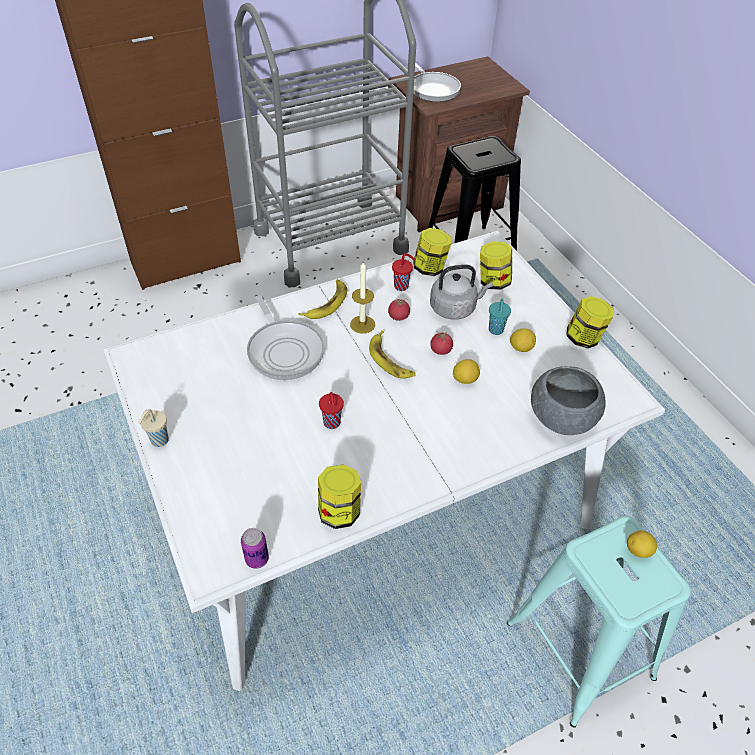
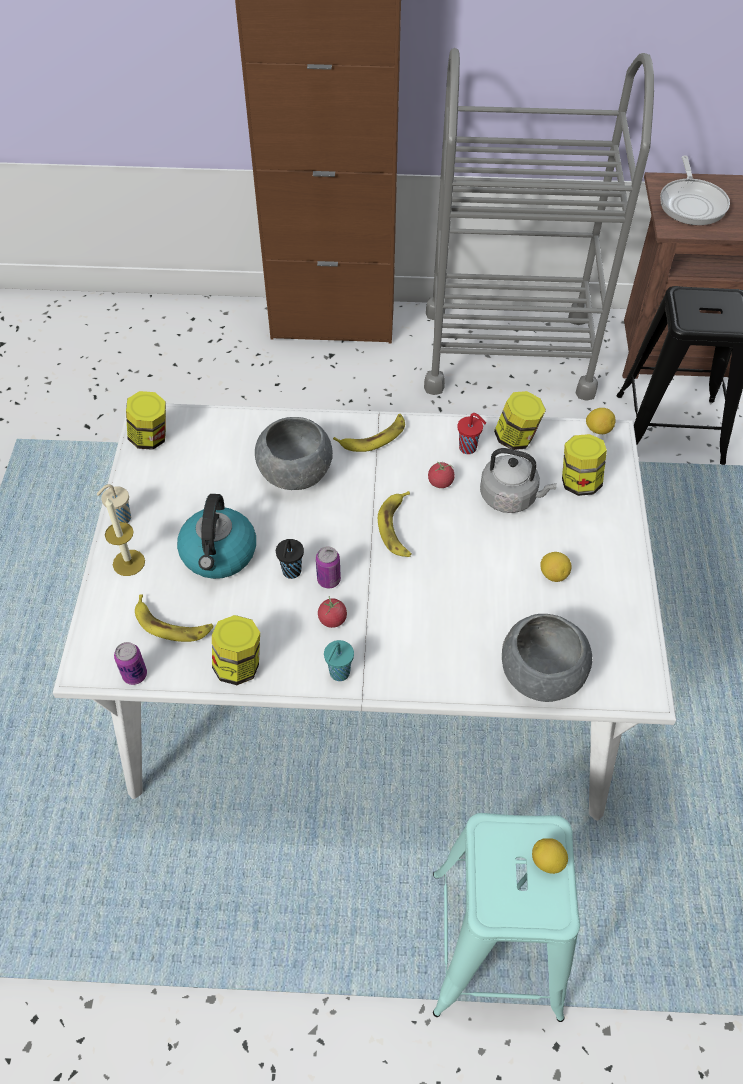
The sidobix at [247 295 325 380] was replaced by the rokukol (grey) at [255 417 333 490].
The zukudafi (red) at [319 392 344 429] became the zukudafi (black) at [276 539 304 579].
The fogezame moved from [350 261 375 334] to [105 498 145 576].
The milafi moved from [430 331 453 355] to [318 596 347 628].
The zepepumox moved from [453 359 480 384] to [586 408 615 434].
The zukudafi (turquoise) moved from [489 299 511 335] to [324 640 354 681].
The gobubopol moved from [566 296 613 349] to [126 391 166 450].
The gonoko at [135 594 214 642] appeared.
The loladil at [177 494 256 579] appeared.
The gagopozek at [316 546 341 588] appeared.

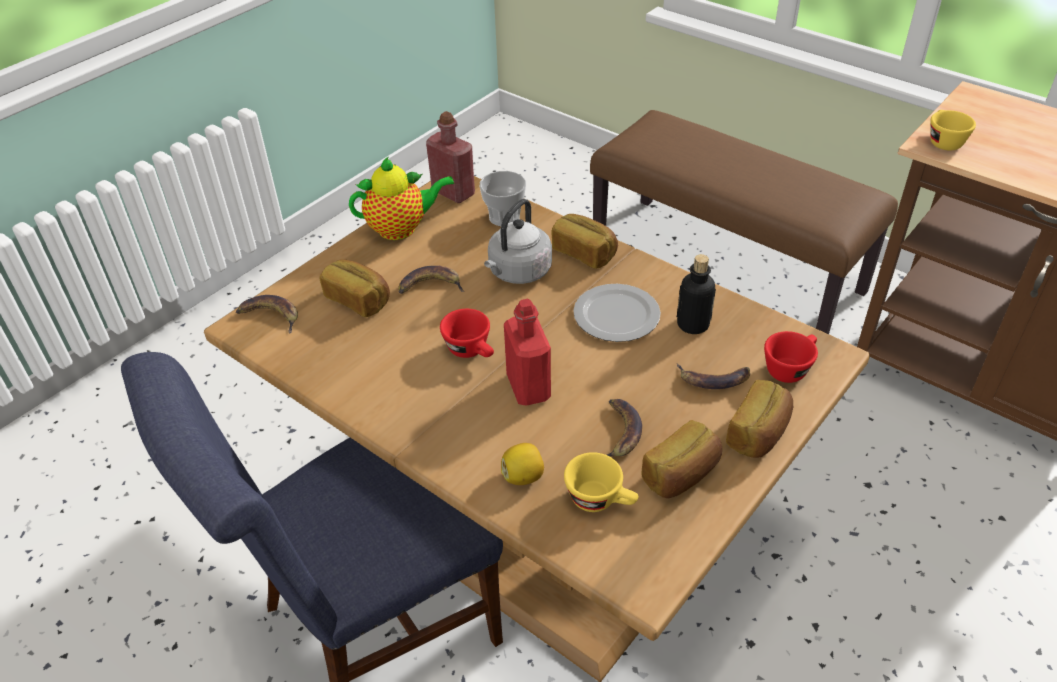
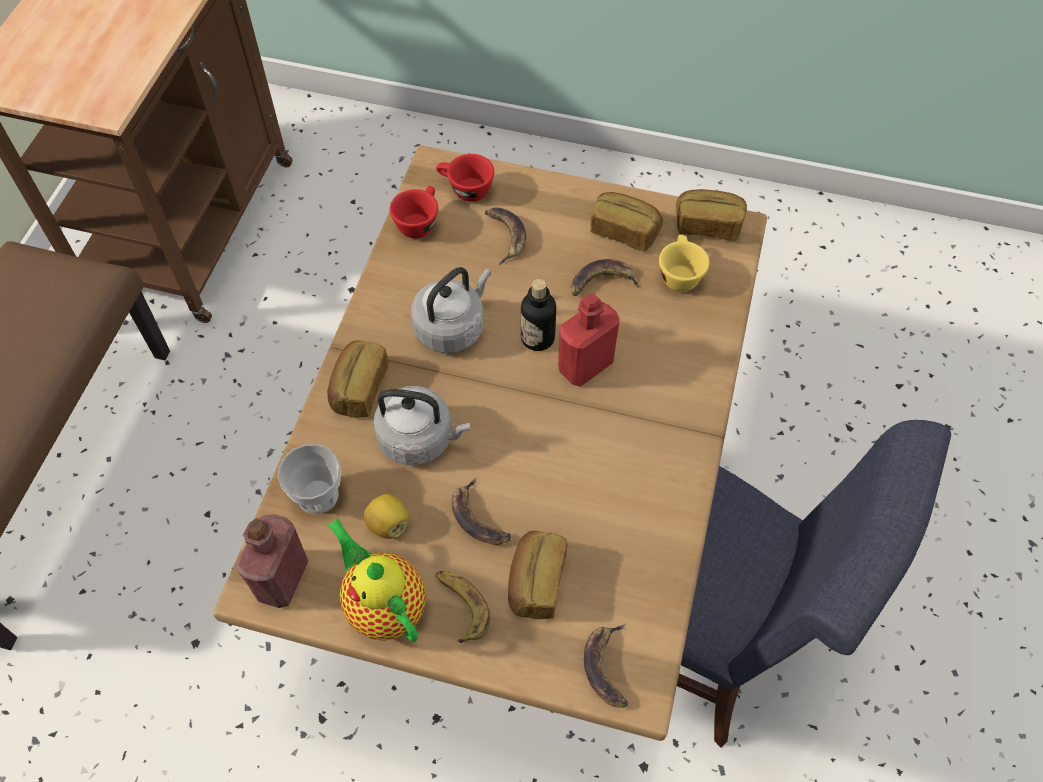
The zukudafi (red) moved from [440 309 494 358] to [390 186 438 238].
The zepepumox moved from [501 443 544 485] to [363 494 409 539].
The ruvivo at [573 284 661 342] was replaced by the loladil (grey) at [411 267 491 353].
The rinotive moved from [677 254 716 334] to [521 279 556 351].
The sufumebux moved from [726 380 793 458] to [676 189 747 241].
The zukudafi (yellow) at [930 110 976 151] disappeared.
The gonoko at [435 571 490 643] appeared.

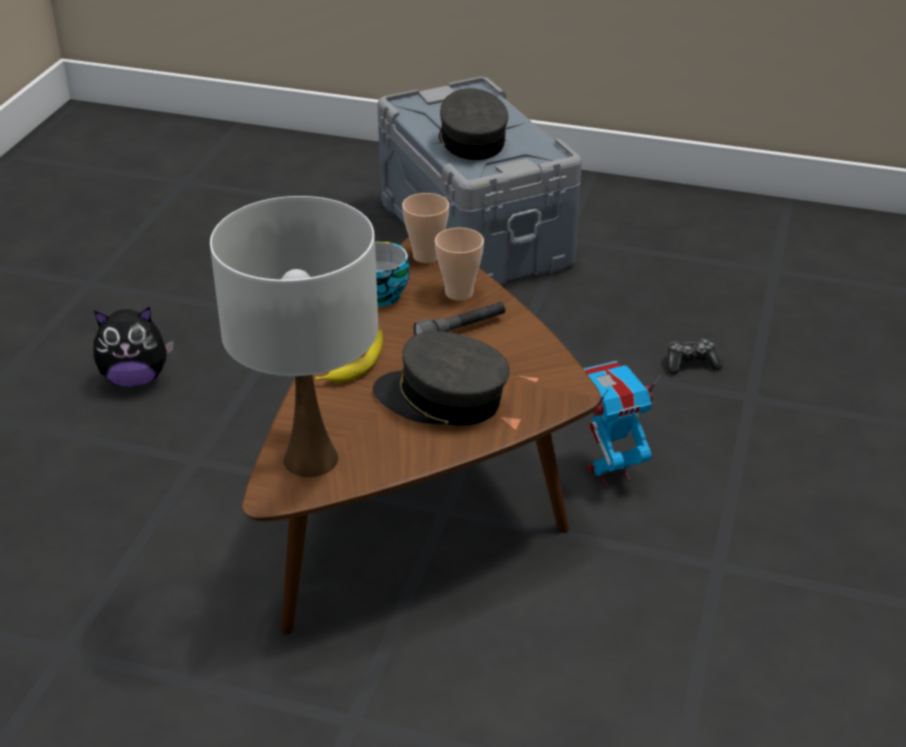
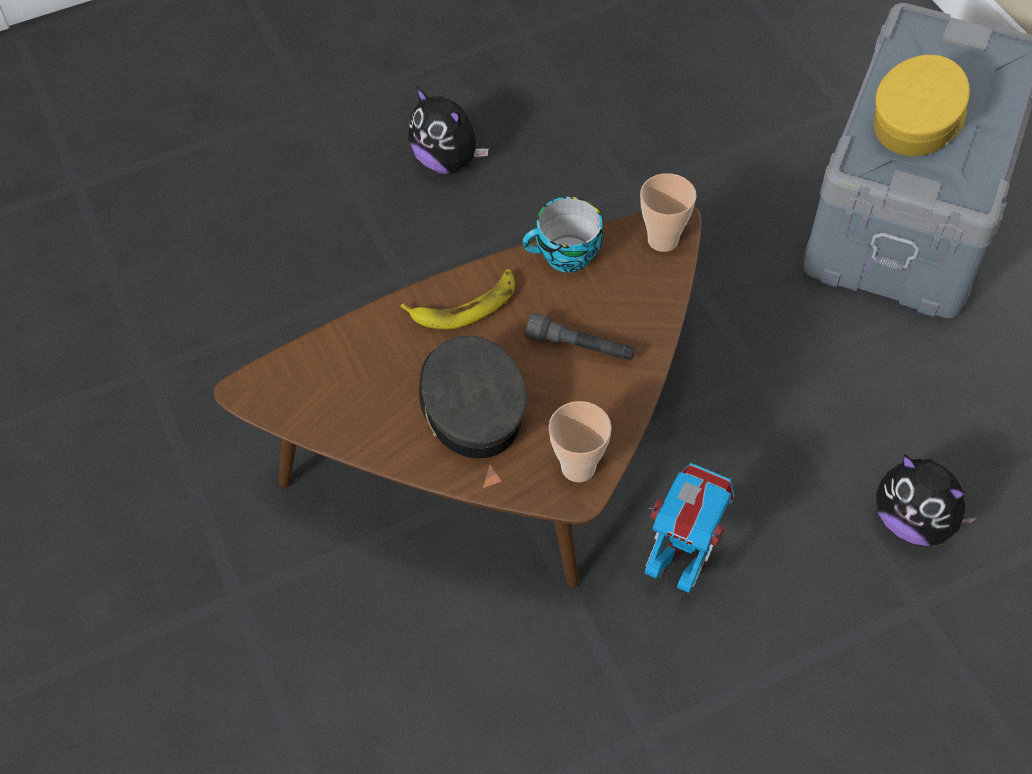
The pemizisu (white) at [210 196 378 477] disappeared.
The zukudafi moved from [435 227 484 301] to [549 401 612 482].
The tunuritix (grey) at [439 88 508 160] became the tunuritix (yellow) at [874 55 970 156].
The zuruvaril at [667 339 723 374] was replaced by the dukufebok at [876 455 978 546].

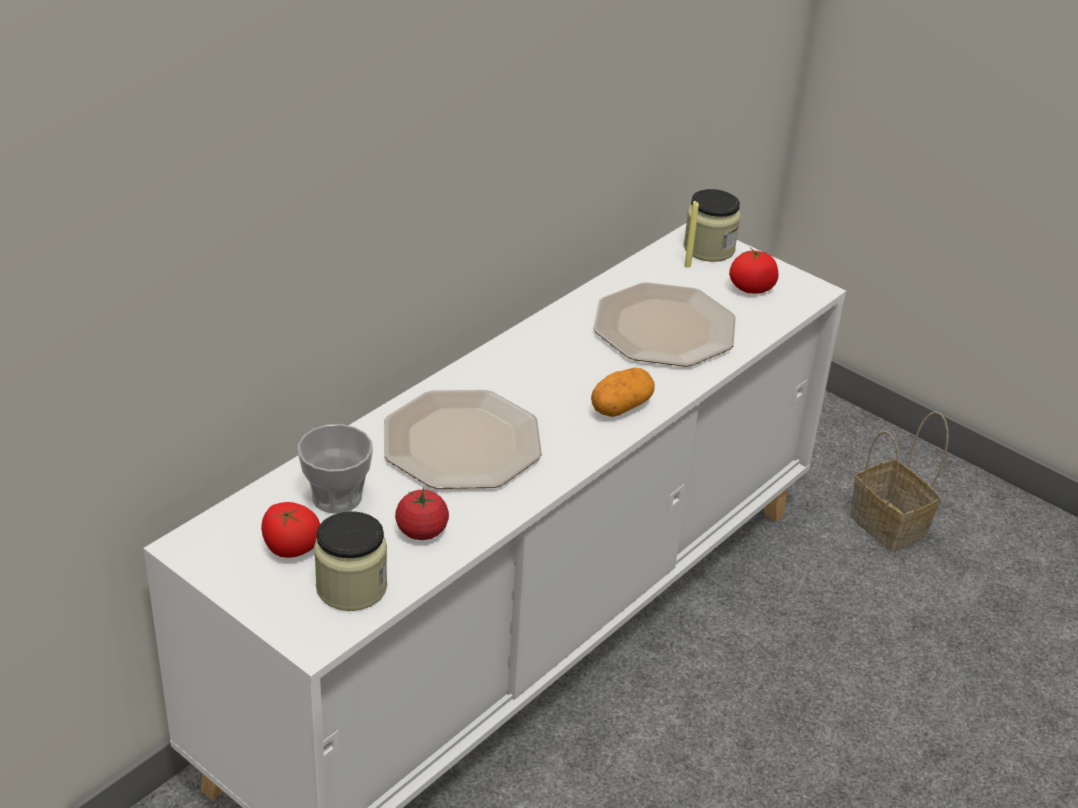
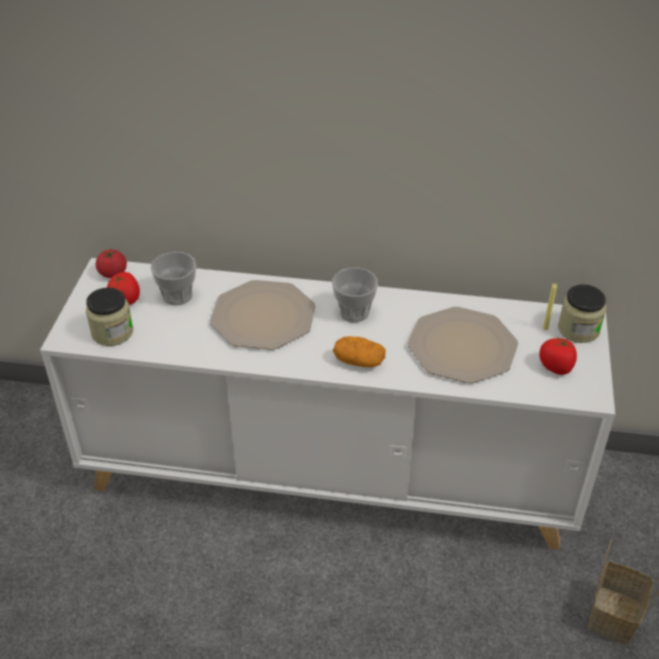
The milafi moved from [395 488 449 540] to [96 248 127 278].
The zukudafi at [332 268 378 322] appeared.

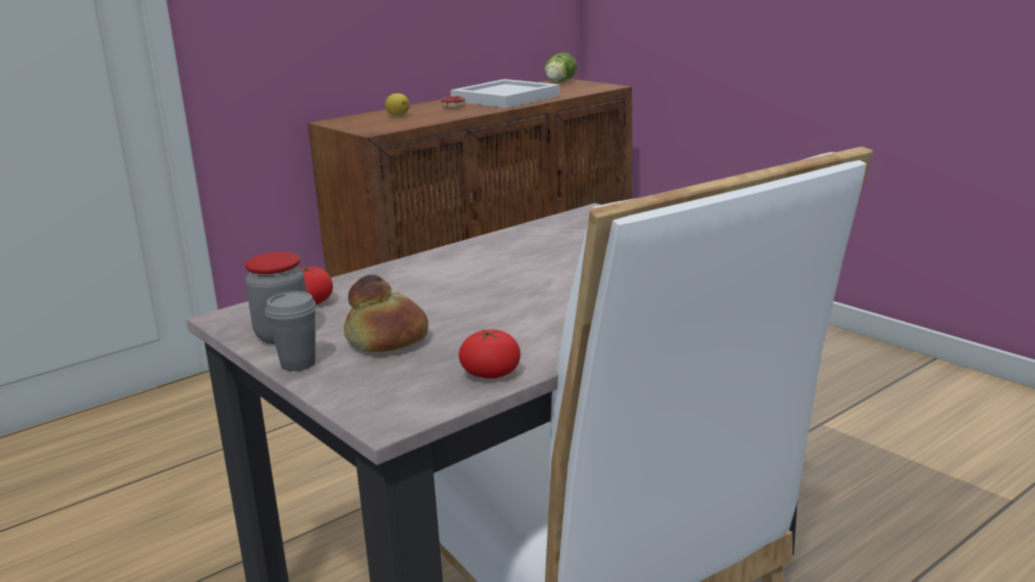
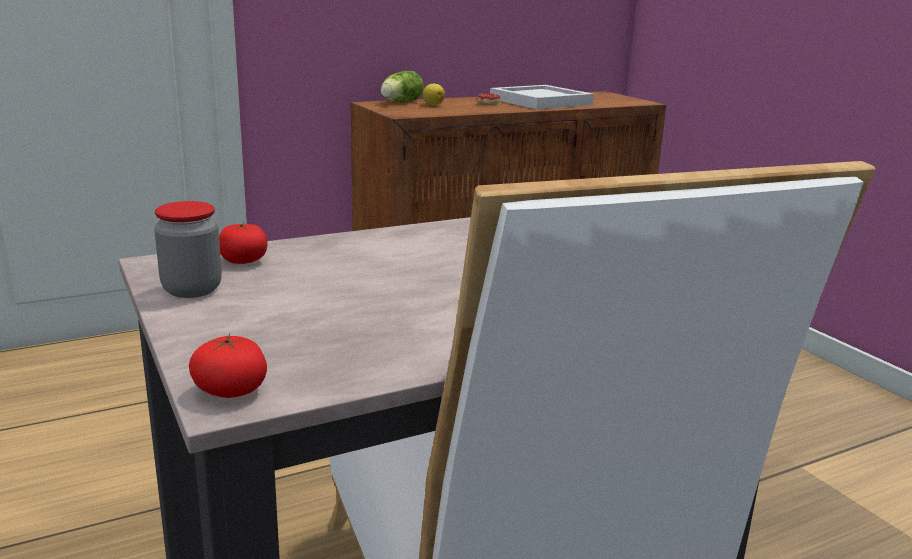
The zukudafi (grey) at [265 291 317 371] disappeared.
The sufumebux at [344 275 428 352] disappeared.
The milafi moved from [458 328 520 379] to [189 334 267 398].
The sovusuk moved from [544 53 577 83] to [380 71 424 102].

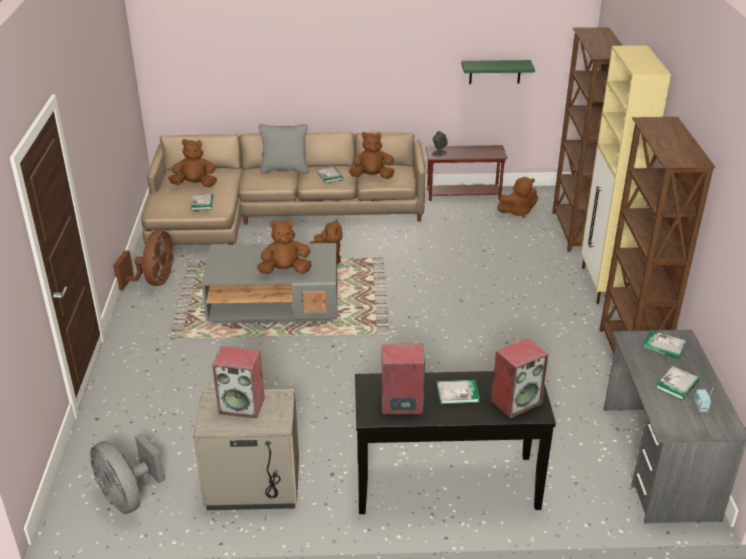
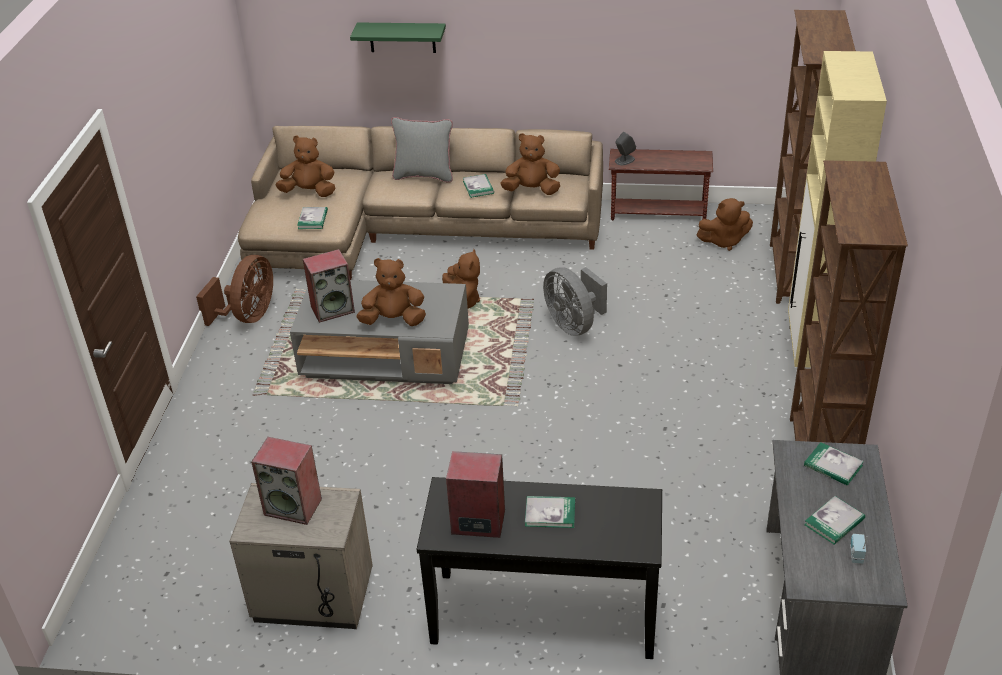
The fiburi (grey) moved from [90 433 165 514] to [543 267 607 336].
The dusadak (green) moved from [461 60 535 84] to [350 23 446 53].
The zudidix moved from [491 338 549 419] to [303 249 355 323].

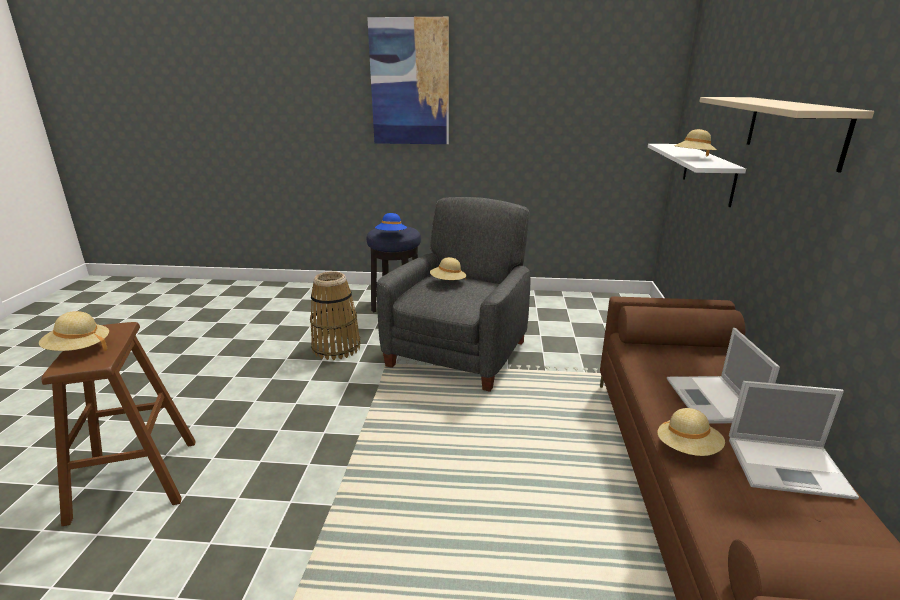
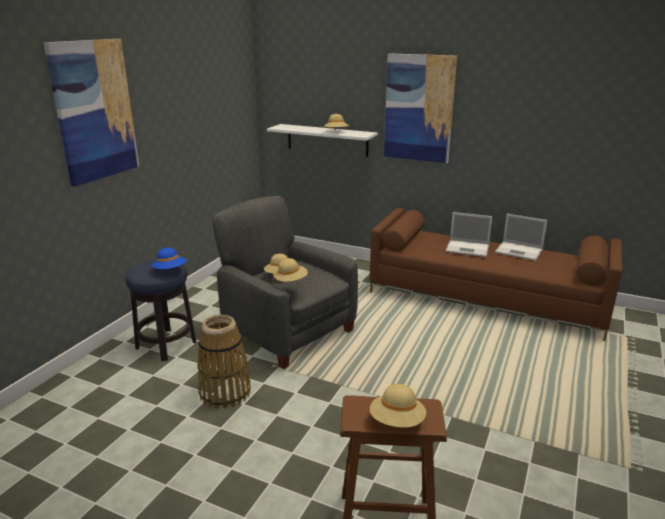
The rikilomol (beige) moved from [657 408 725 456] to [273 258 308 282].
The dusadak (beige) at [699 97 874 172] was replaced by the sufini at [384 53 457 163].
The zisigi at [729 381 859 500] turned 90 degrees clockwise.

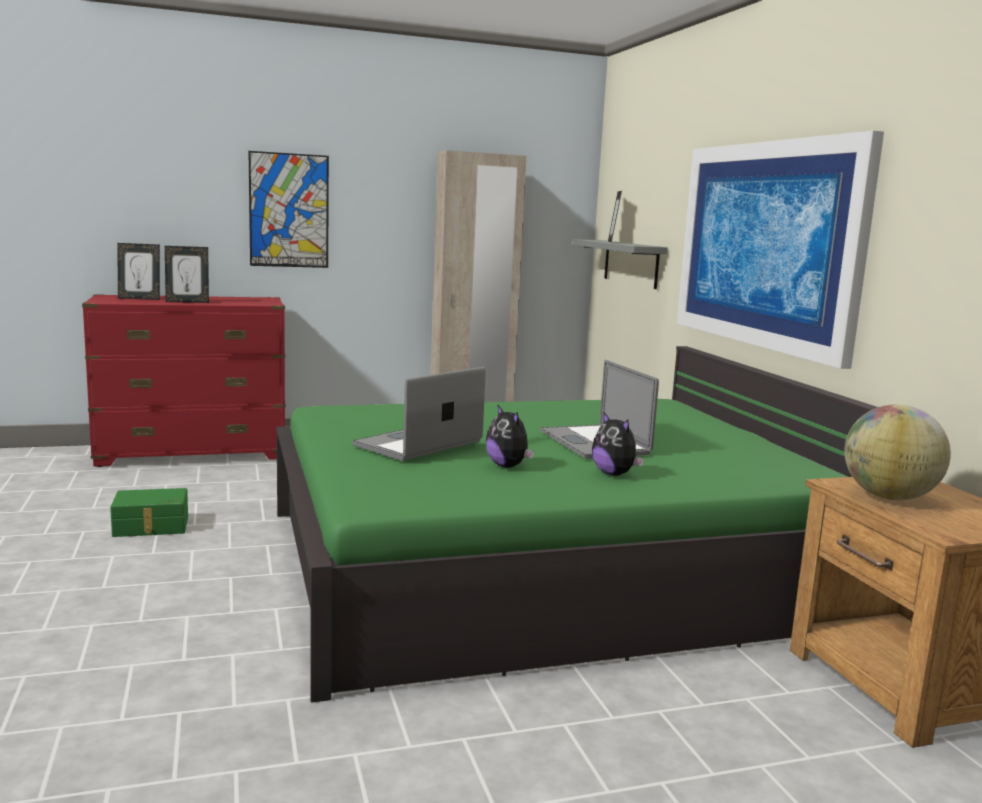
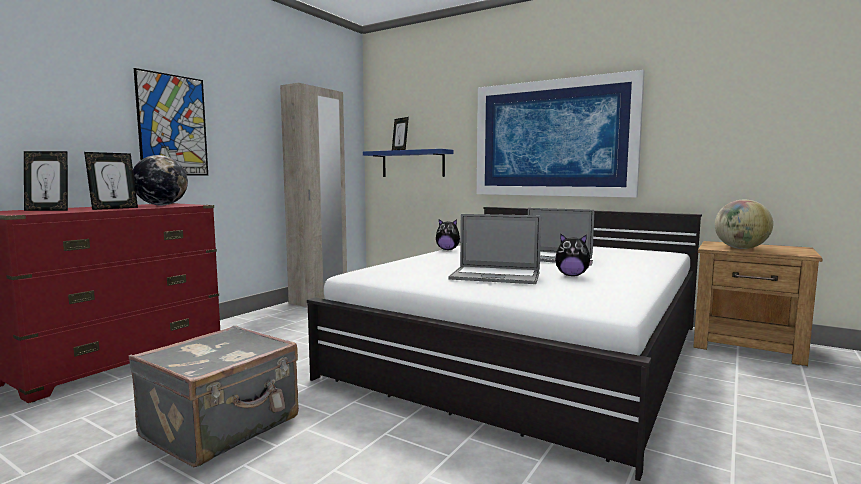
The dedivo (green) at [110 488 188 537] was replaced by the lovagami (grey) at [129 325 299 467].
The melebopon at [118 243 160 300] turned 45 degrees clockwise.
The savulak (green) at [277 346 877 703] became the savulak (white) at [307 207 702 481].
The zisigi at [352 367 486 461] turned 75 degrees counterclockwise.
The dusadak (grey) at [573 239 668 289] became the dusadak (blue) at [363 149 453 177].
The dukufebok moved from [592 412 644 476] to [436 219 460 250].
The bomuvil at [133 155 188 205] appeared.

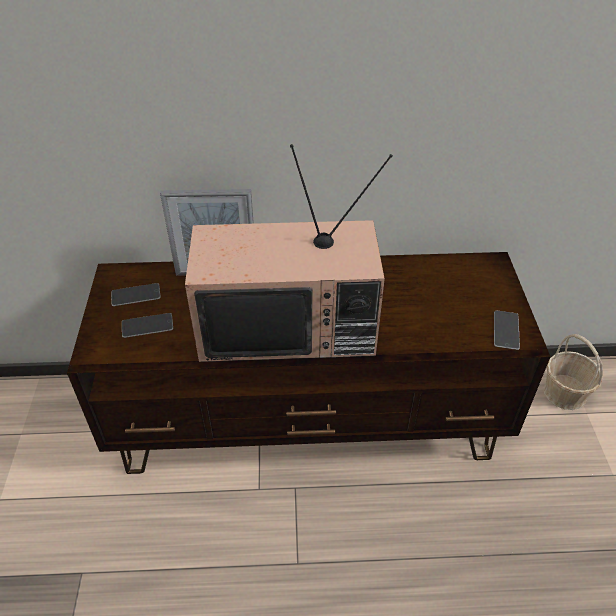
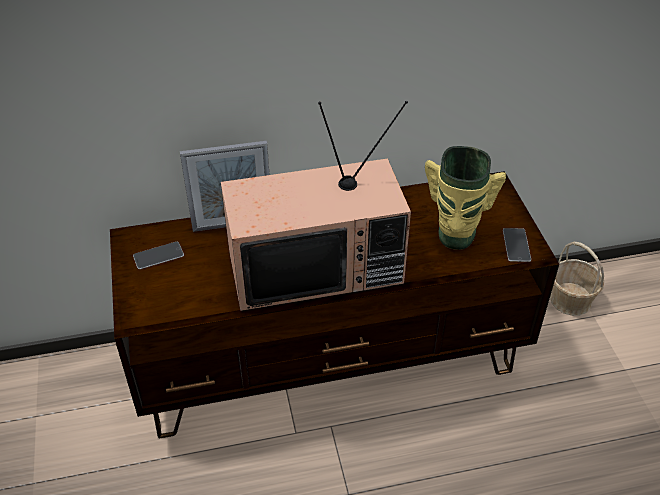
The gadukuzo at [122 313 173 338] disappeared.
The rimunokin at [425 146 506 250] appeared.

